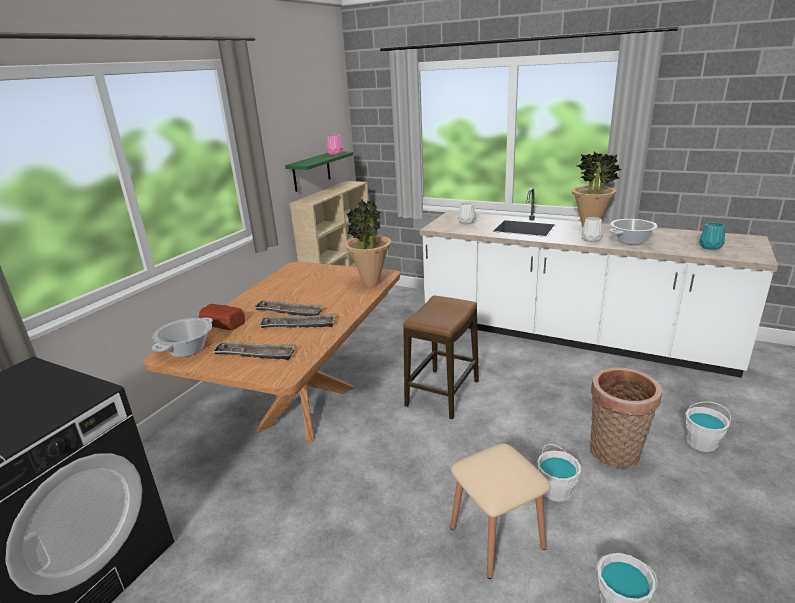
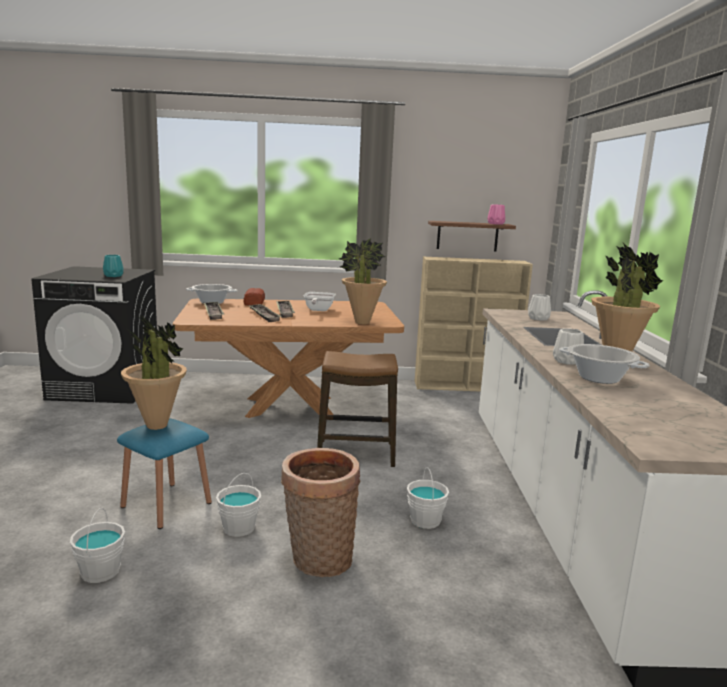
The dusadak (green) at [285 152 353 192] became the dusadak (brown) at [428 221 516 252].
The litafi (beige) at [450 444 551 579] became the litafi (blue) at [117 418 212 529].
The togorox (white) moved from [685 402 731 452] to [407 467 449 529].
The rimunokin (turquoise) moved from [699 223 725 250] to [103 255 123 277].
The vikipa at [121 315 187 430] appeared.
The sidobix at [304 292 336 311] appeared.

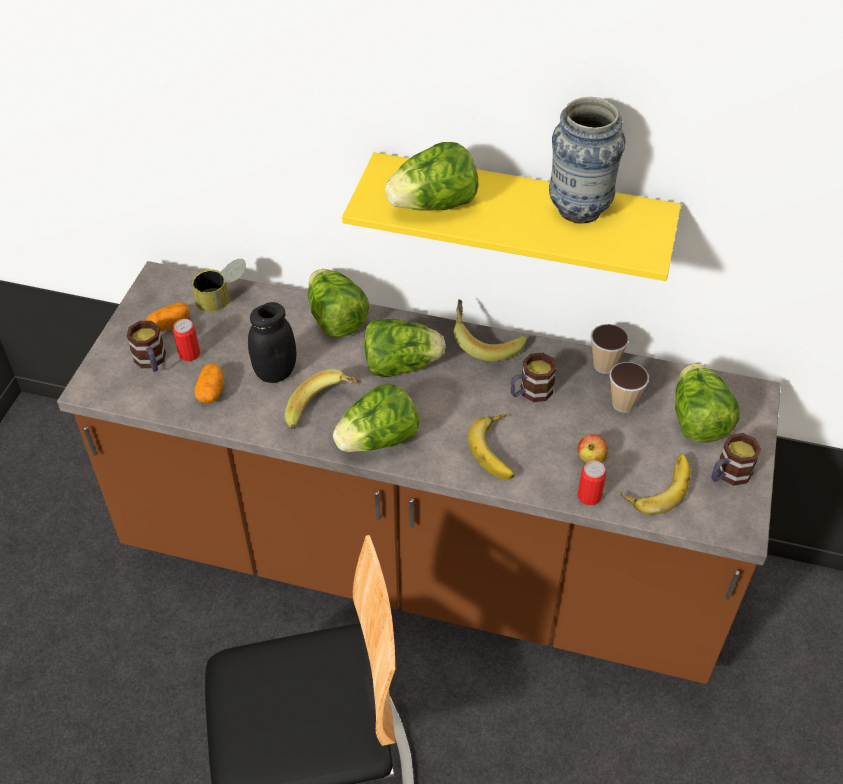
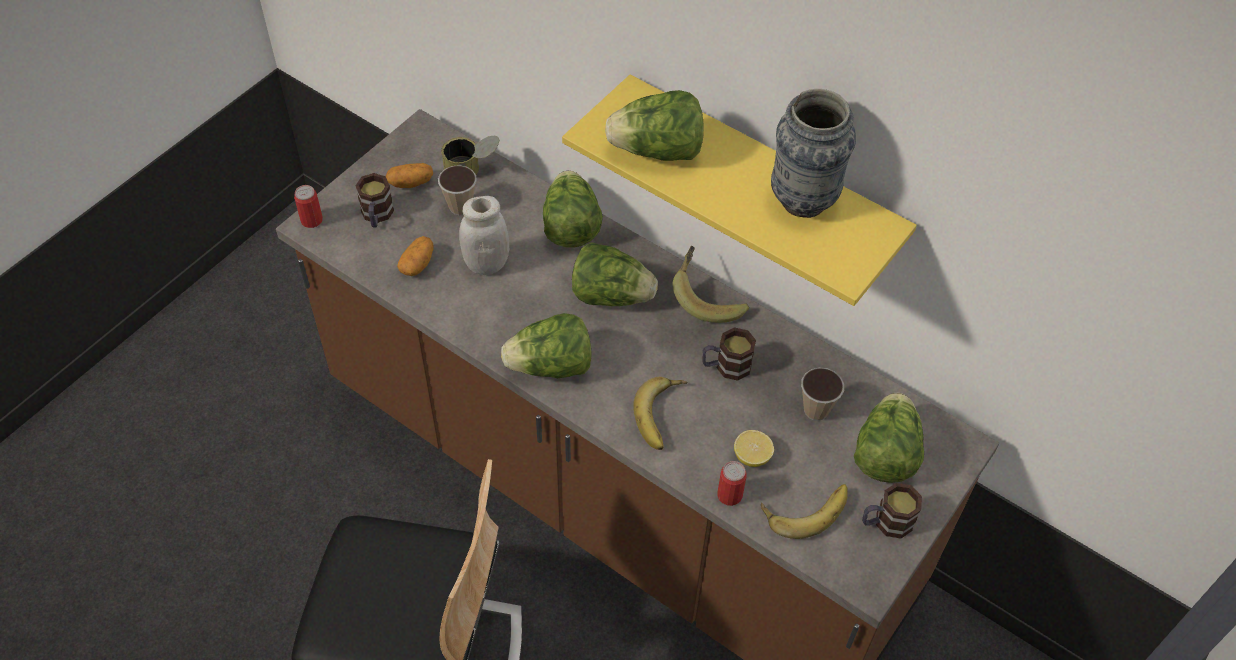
The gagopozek moved from [173 319 200 361] to [294 185 323 228].
The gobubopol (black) at [248 302 296 383] became the gobubopol (white) at [459 196 509 275].
The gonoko at [285 369 361 429] disappeared.
The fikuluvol at [577 434 608 463] was replaced by the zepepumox at [734 430 774 467].
The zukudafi moved from [590 324 629 374] to [438 165 477 215].

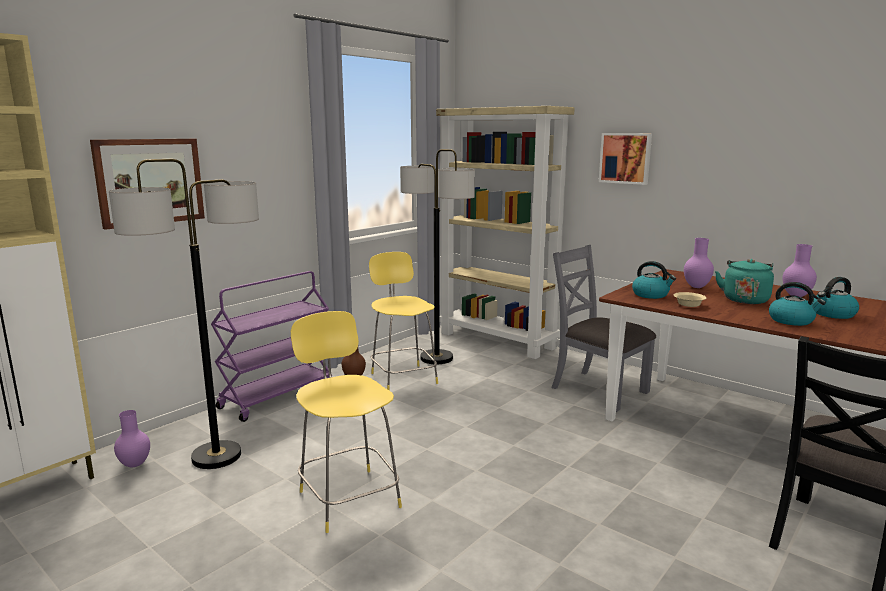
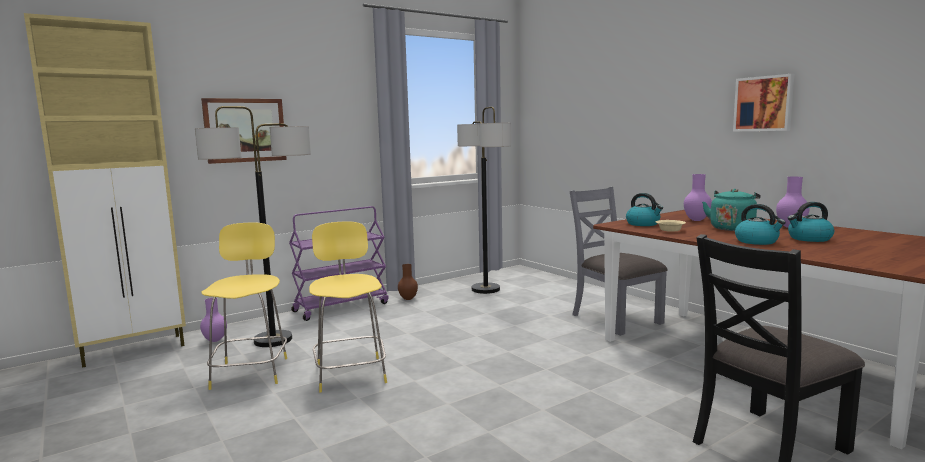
The litafi (yellow) moved from [369 252 438 390] to [202 222 287 390].
The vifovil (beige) at [436 106 575 359] disappeared.
The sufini moved from [599 133 652 185] to [733 74 794 131].

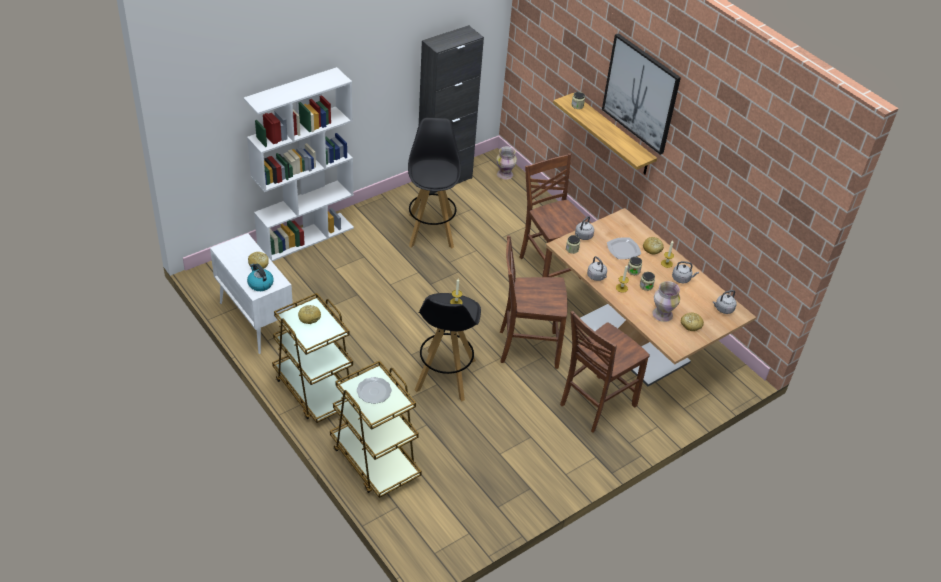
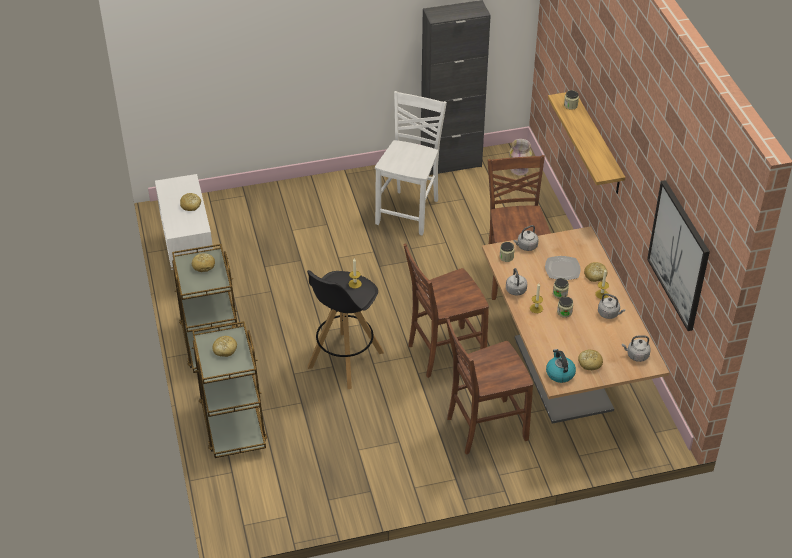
The vifovil (white) at [243 67 354 261] disappeared.
The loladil moved from [247 264 274 291] to [546 349 576 383].
The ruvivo at [357 377 392 404] was replaced by the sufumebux at [212 336 237 357].
The litafi (black) at [408 118 461 249] was replaced by the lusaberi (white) at [375 91 447 235].
The lusaberi (brown) at [500 235 567 369] turned 45 degrees counterclockwise.
The sufini moved from [602 33 681 155] to [647 180 710 331].
The rimunokin at [652 281 680 322] disappeared.

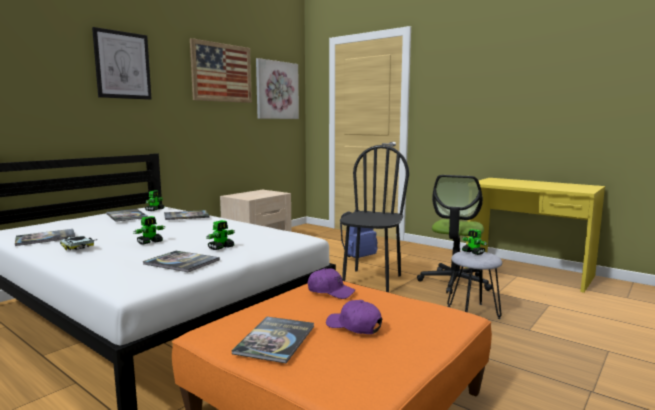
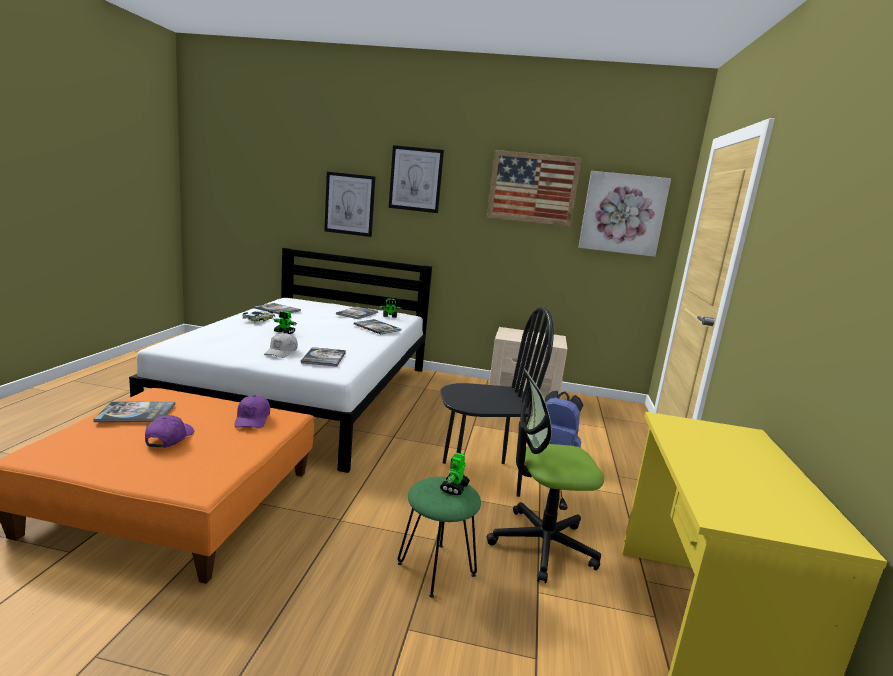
The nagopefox moved from [143 251 220 272] to [301 347 346 367].
The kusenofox at [207 220 235 250] was replaced by the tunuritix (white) at [264 333 298 358].
The litafi (grey) at [447 251 502 319] became the litafi (green) at [398 477 481 598].
The sufini at [324 172 375 237] appeared.

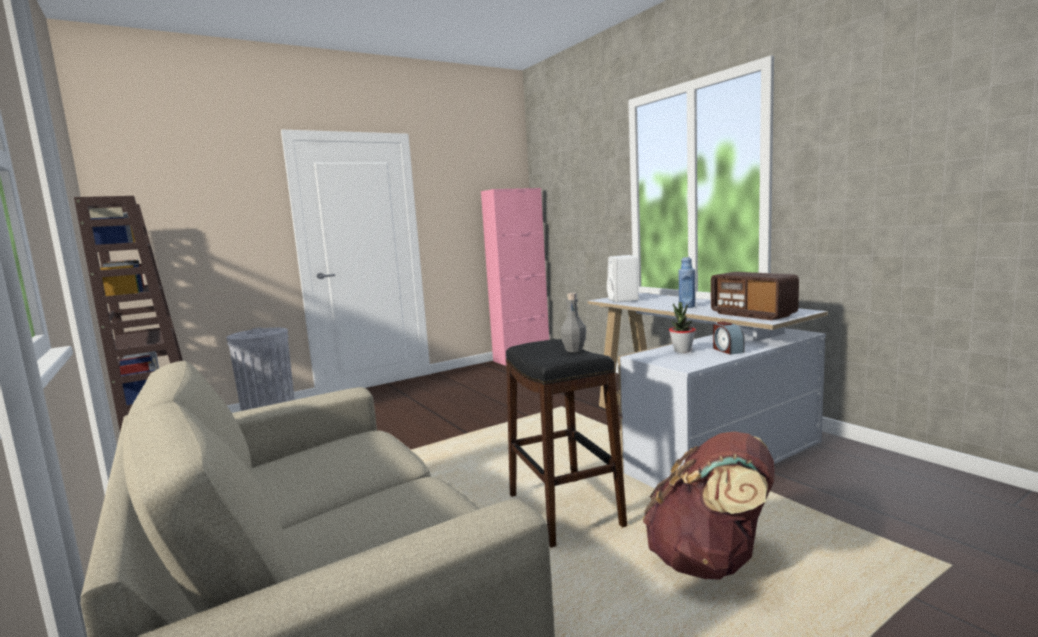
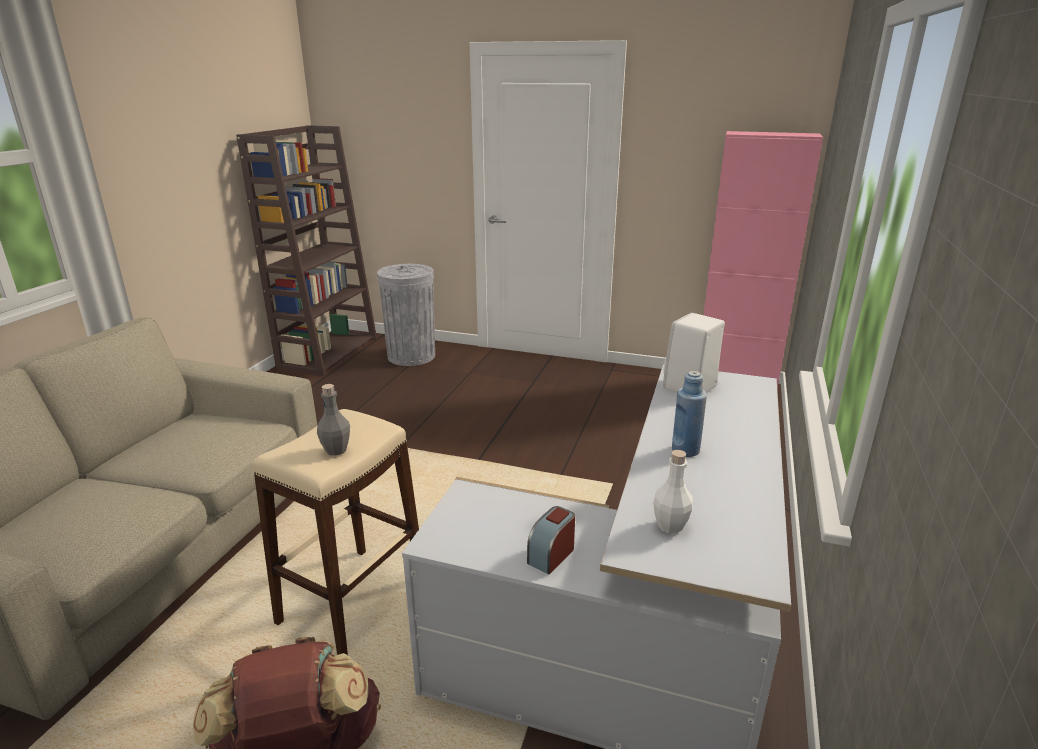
The litafi (black) at [506 339 627 548] became the litafi (beige) at [253 409 419 655].
The vikipa at [669 302 696 353] disappeared.
The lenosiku at [711 272 799 320] was replaced by the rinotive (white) at [653 450 693 534].

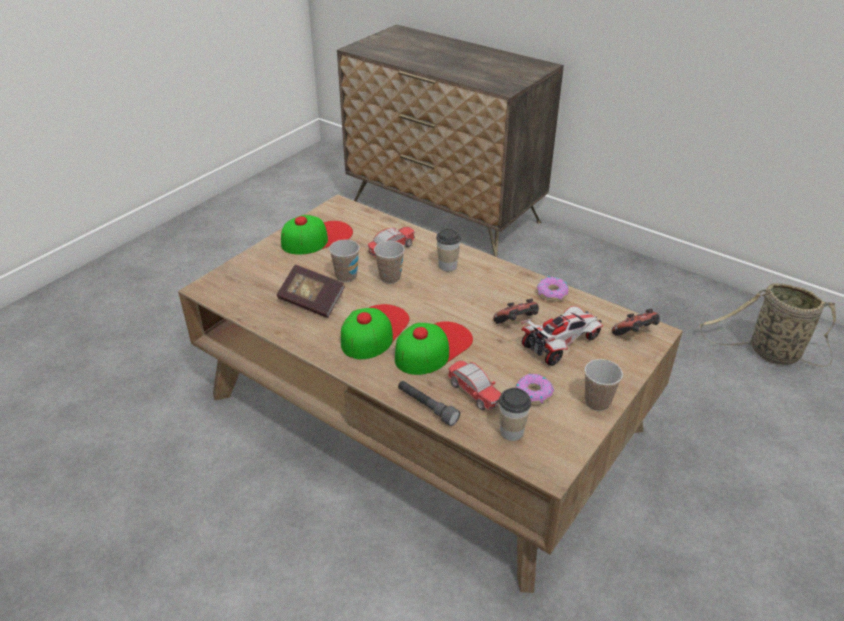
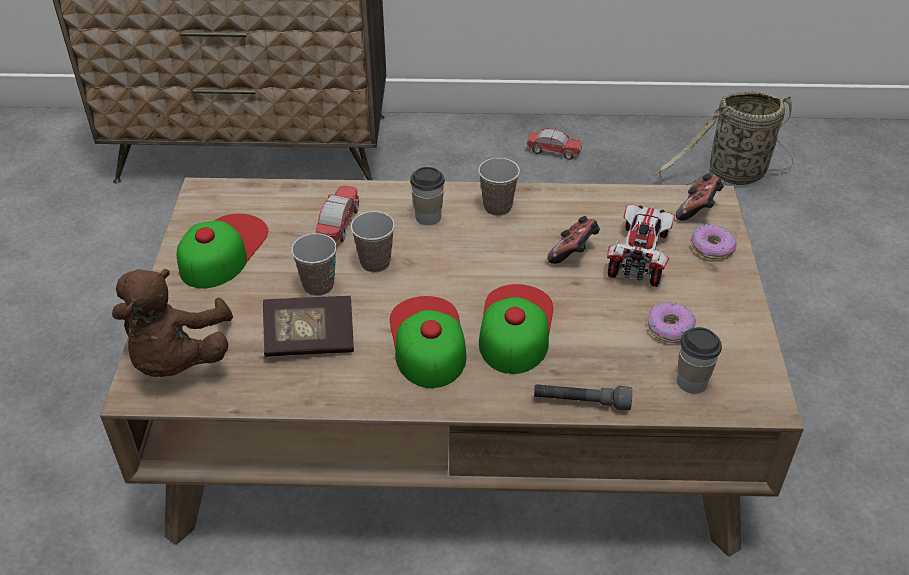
The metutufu moved from [448 361 501 410] to [527 128 582 160].
The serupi moved from [537 276 569 301] to [691 224 736 259].
The zukudafi moved from [585 359 623 411] to [478 158 520 216].
The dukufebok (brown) at [112 269 233 377] appeared.

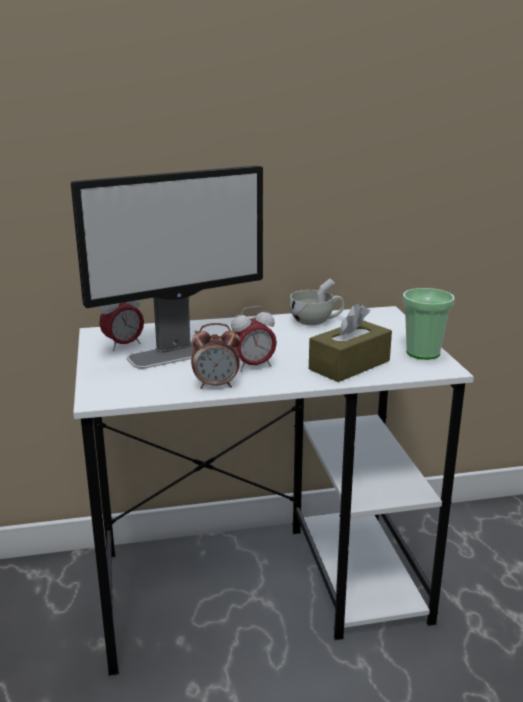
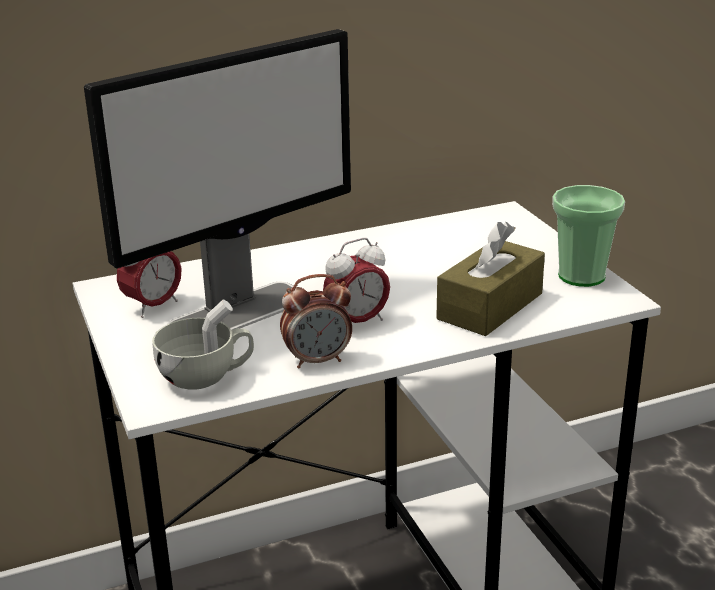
The zukudafi (white) moved from [290 278 344 325] to [152 299 254 390].

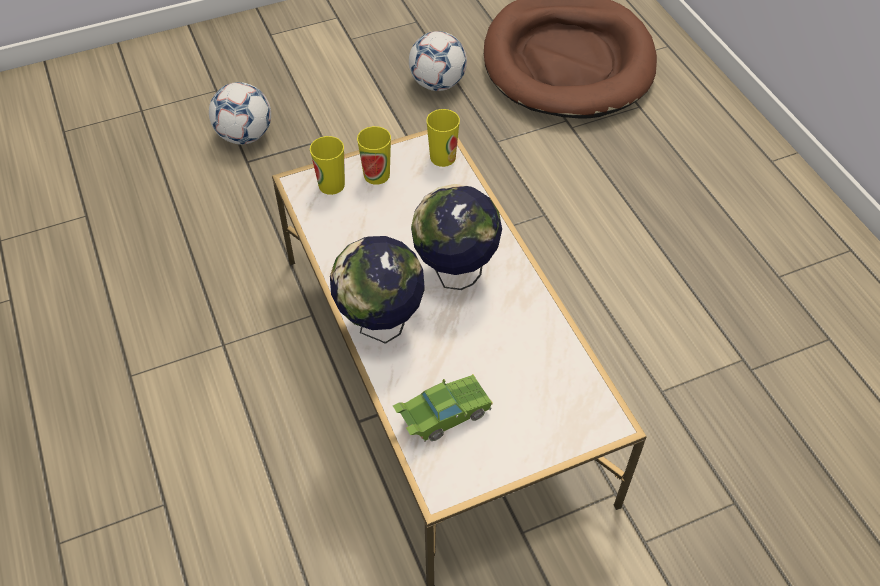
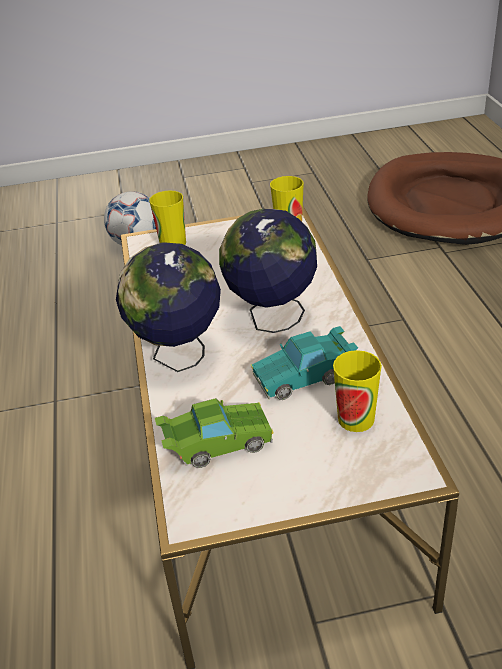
The zukudafi moved from [357 126 391 185] to [333 350 382 432].
The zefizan at [409 31 467 91] disappeared.
The metutufu (turquoise) at [251 326 358 400] appeared.

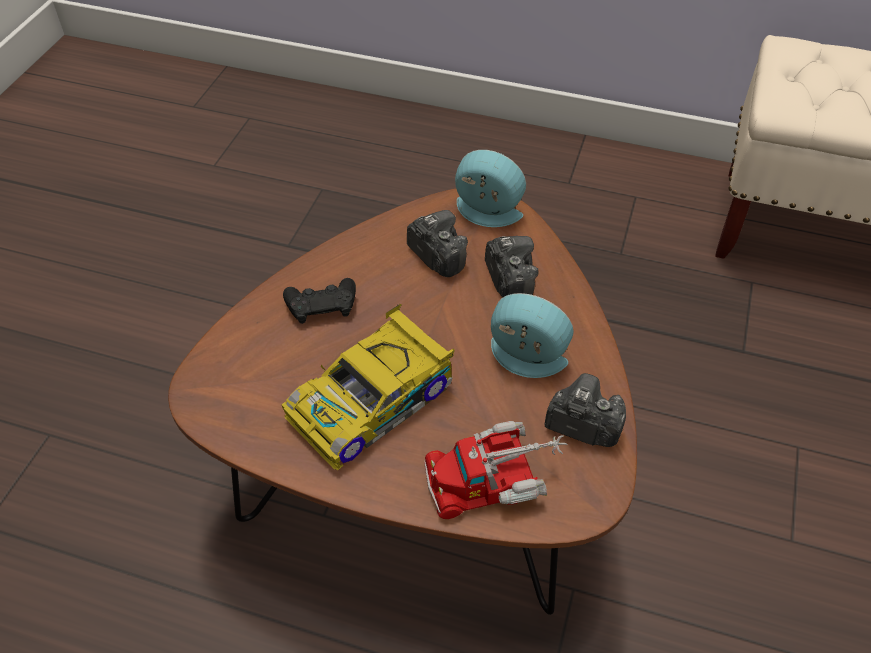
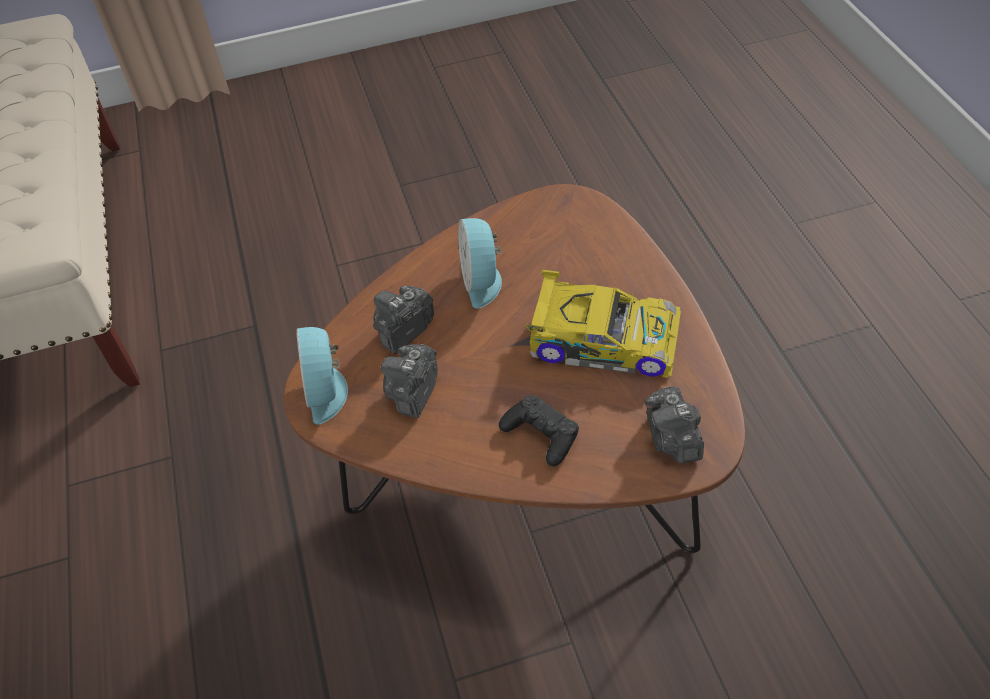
The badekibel at [424 421 567 519] disappeared.
The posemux moved from [545 373 626 447] to [645 387 704 463].

